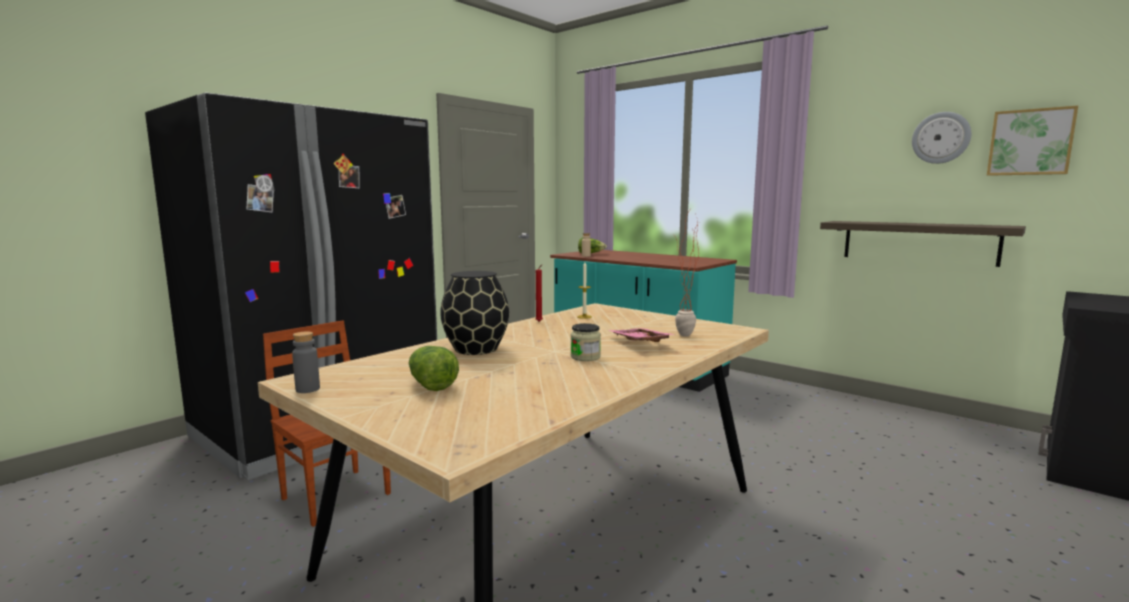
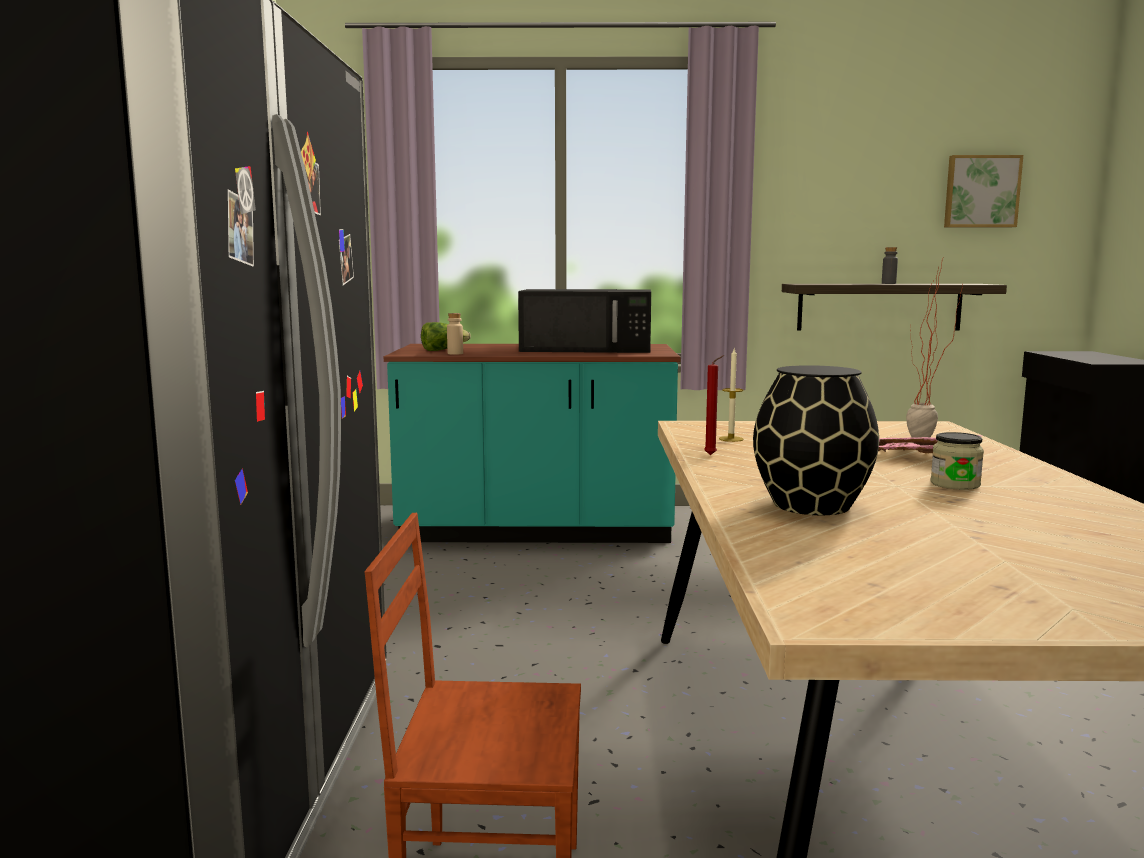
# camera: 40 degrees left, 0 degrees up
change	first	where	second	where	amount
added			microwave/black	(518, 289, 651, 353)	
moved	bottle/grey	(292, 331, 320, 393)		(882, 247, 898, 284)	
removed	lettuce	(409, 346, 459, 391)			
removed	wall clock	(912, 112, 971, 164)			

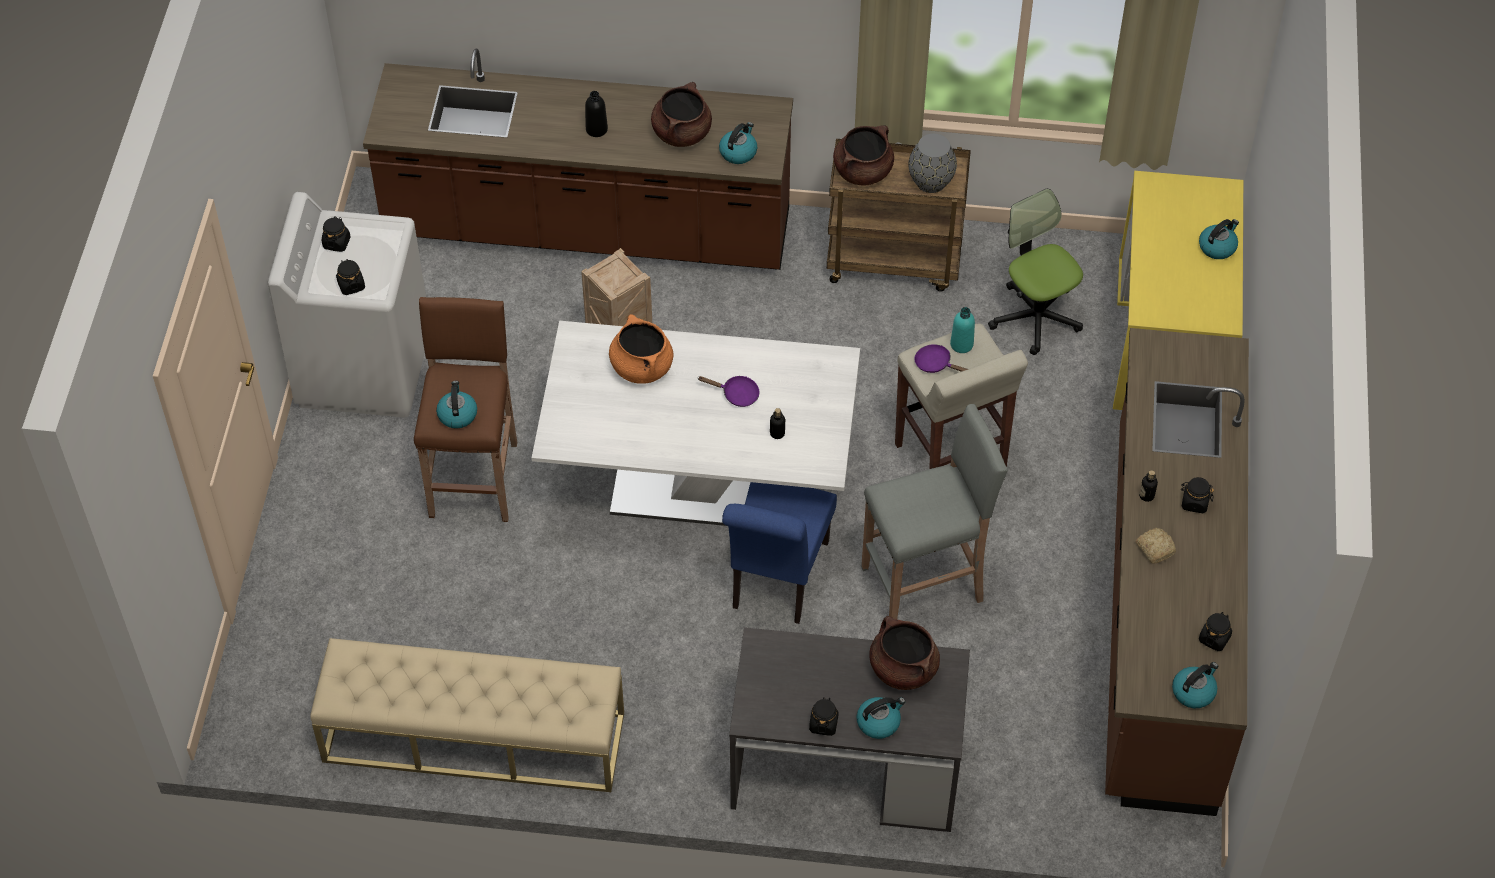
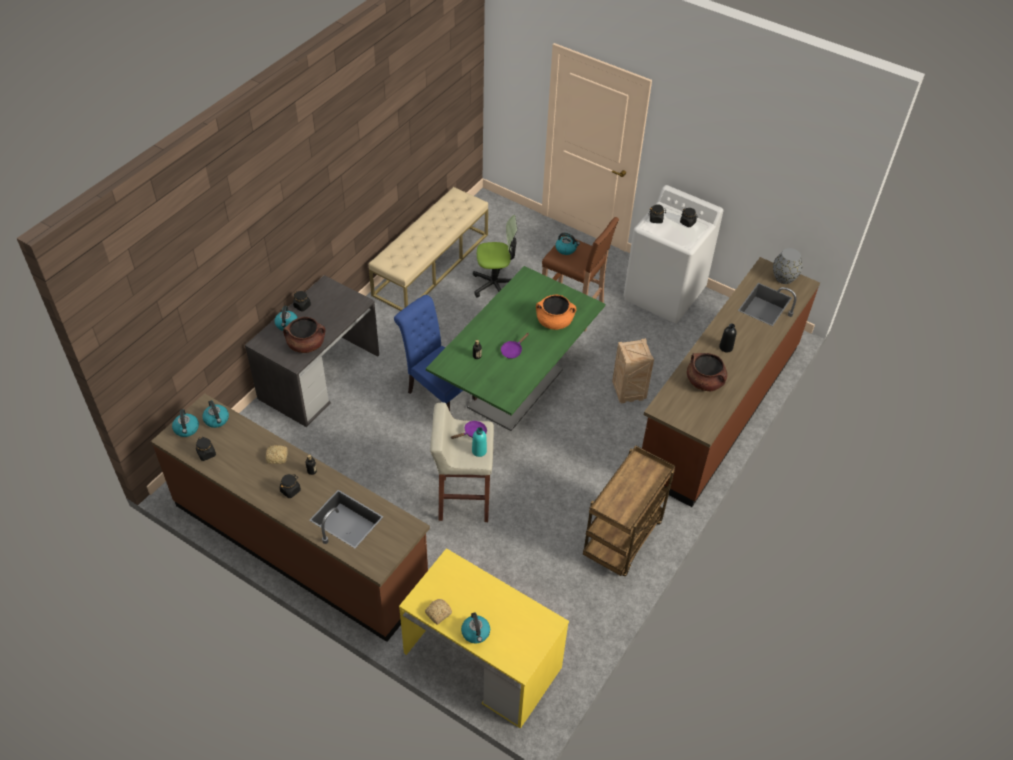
# camera: 115 degrees right, 5 degrees down
change	first	where	second	where	amount
moved	kettle	(719, 122, 757, 164)		(202, 400, 229, 428)	
added			bread	(425, 599, 452, 625)	
recoloured	dining table/white	(532, 321, 860, 526)	dining table/green	(426, 266, 605, 431)	
moved	office chair	(988, 189, 1083, 355)		(473, 215, 517, 297)	
moved	vase/grey	(909, 134, 957, 193)		(773, 248, 803, 284)	
removed	cooking pot/brown	(833, 126, 894, 185)			
removed	stool/grey	(861, 404, 1008, 620)			

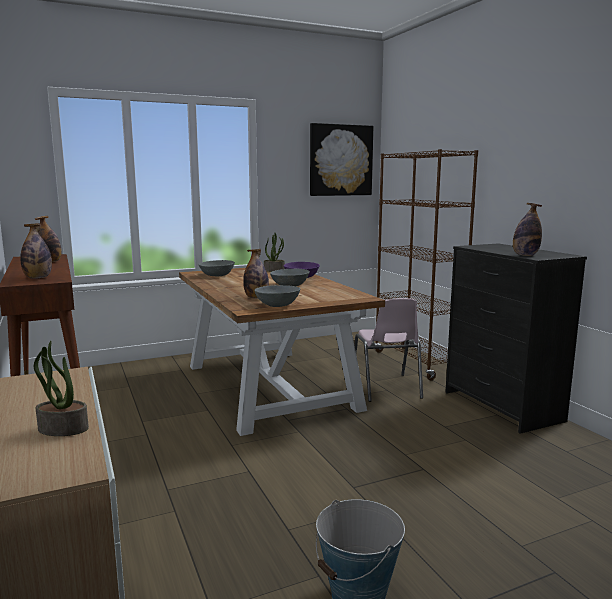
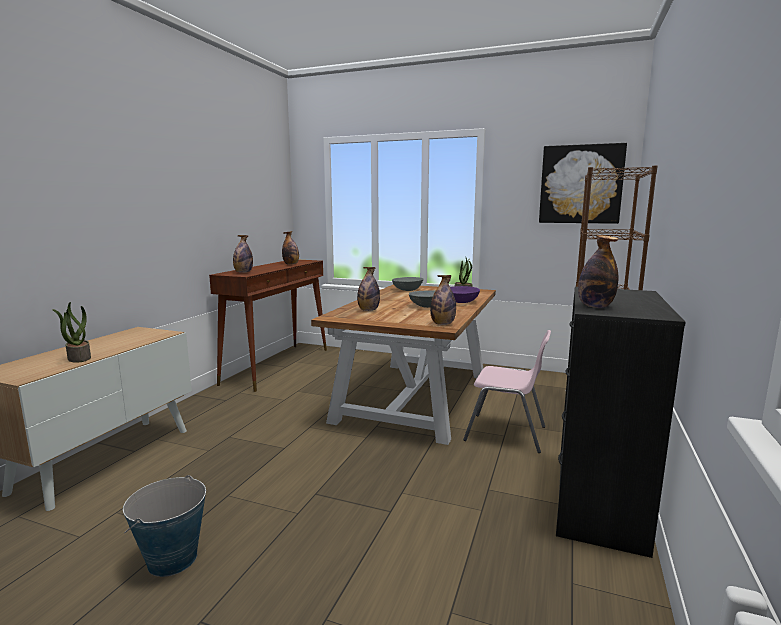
# camera: 45 degrees right, 0 degrees up
change	first	where	second	where	amount
added			bottle	(430, 275, 456, 325)	
turned	chair/pink	(354, 298, 423, 402)		(463, 330, 551, 453)	105 degrees counterclockwise
removed	bowl/grey	(254, 285, 300, 307)			

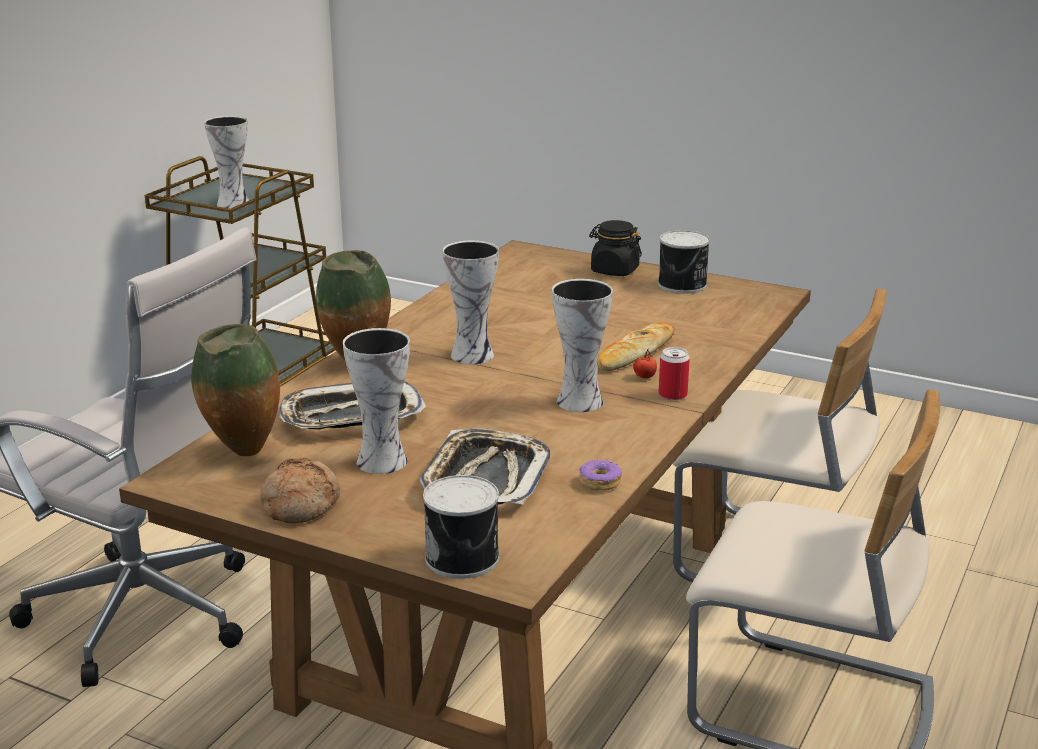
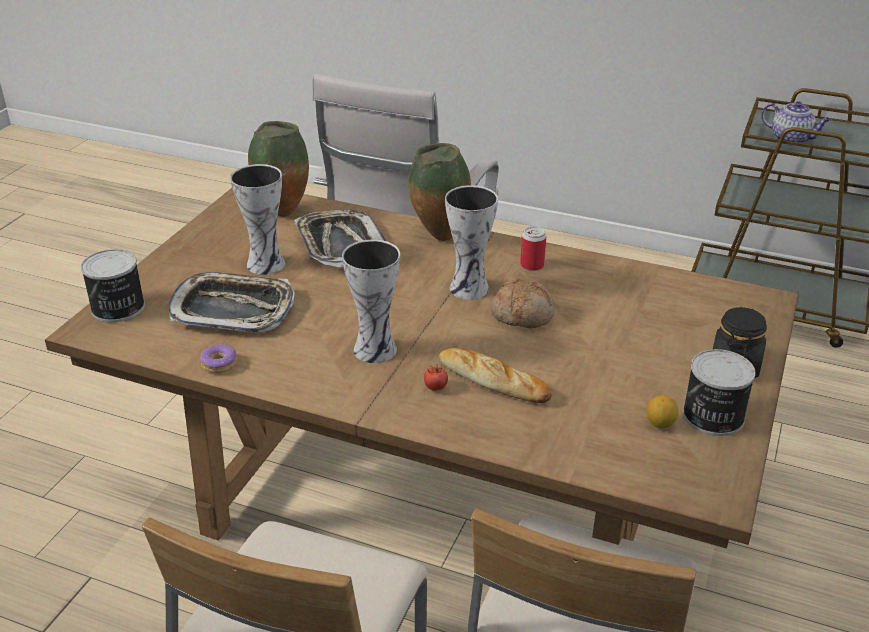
# camera: 85 degrees right, 10 degrees up
change	first	where	second	where	amount
moved	bread	(260, 458, 340, 523)		(491, 279, 555, 328)	
moved	can	(658, 347, 690, 400)		(520, 226, 546, 271)	
added			lemon	(647, 395, 678, 428)	
replaced	vase	(204, 116, 249, 209)	teapot	(761, 101, 831, 143)	

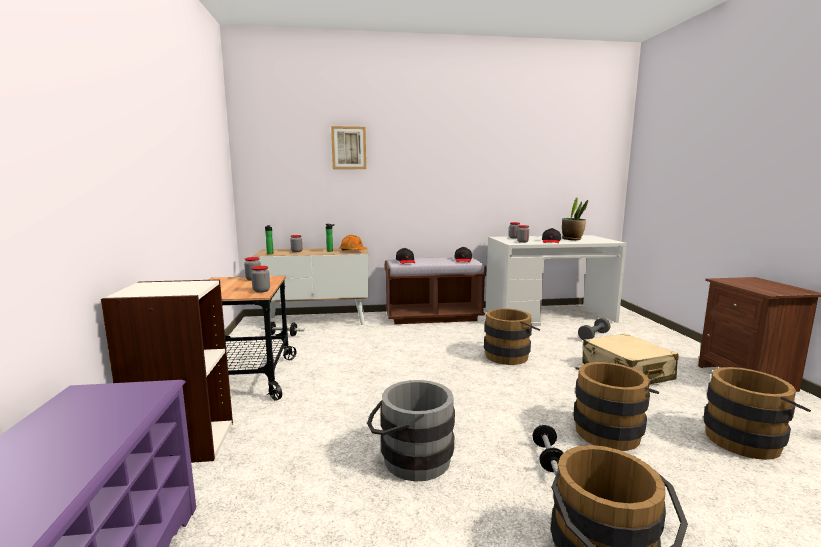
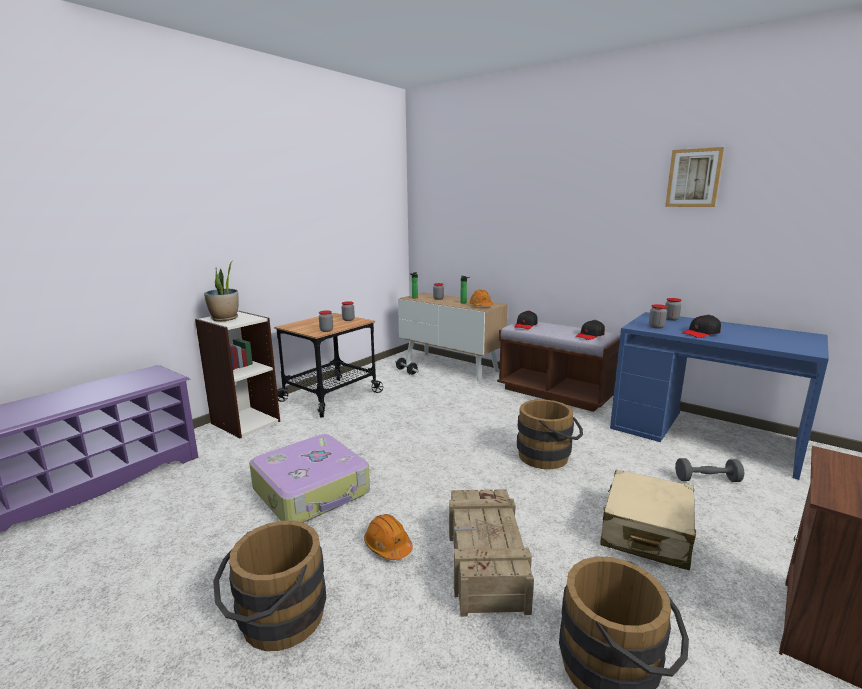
# camera: 45 degrees right, 5 degrees up
change	first	where	second	where	amount
moved	potted plant	(562, 197, 588, 240)		(204, 262, 239, 321)	
replaced	bucket/grey	(367, 380, 455, 481)	suitcase	(249, 434, 370, 523)	
replaced	dumbbell	(532, 424, 563, 475)	hard hat/orange	(364, 514, 413, 560)	
replaced	bucket/brown	(573, 362, 659, 451)	crate	(449, 489, 534, 617)	
recoloured	desk/white	(486, 235, 627, 326)	desk/blue	(610, 312, 829, 480)	
moved	picture	(331, 126, 366, 169)		(665, 147, 725, 207)	

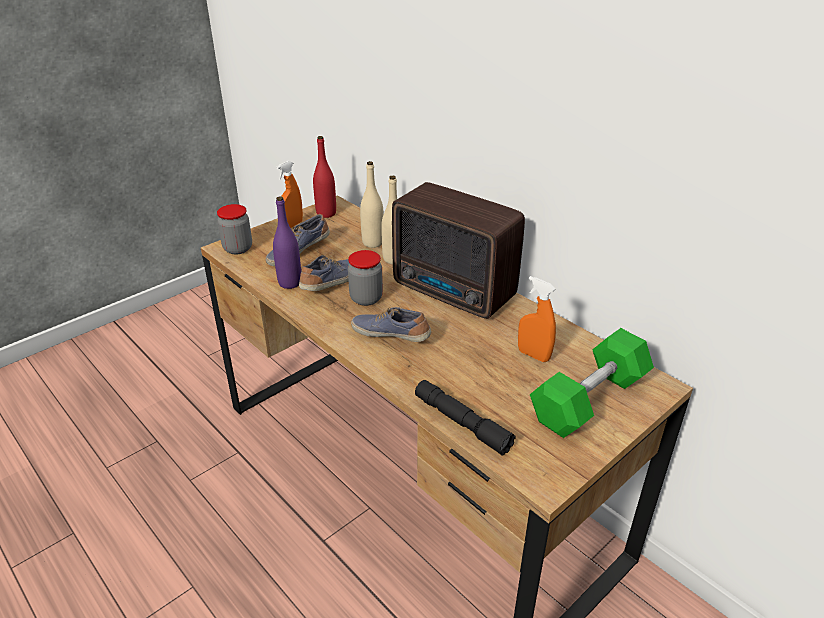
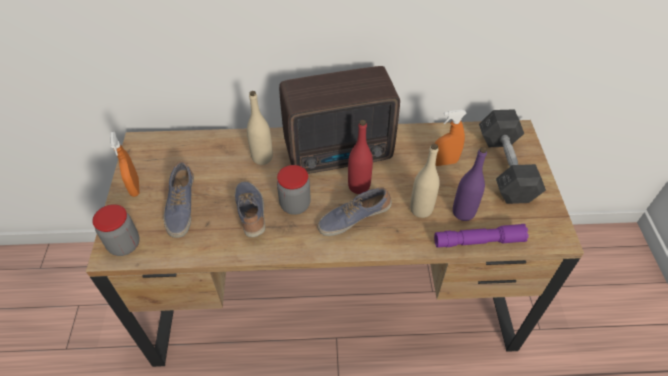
# camera: 50 degrees left, 15 degrees up
change	first	where	second	where	amount
moved	bottle/red	(313, 136, 336, 218)		(348, 120, 373, 194)	
moved	bottle/beige	(360, 161, 384, 248)		(410, 144, 440, 218)	
recoloured	flashlight/black	(415, 380, 516, 456)	flashlight/purple	(434, 224, 529, 248)	
moved	bottle/purple	(273, 197, 301, 289)		(453, 147, 487, 221)	
recoloured	dumbbell/green	(530, 328, 654, 438)	dumbbell/grey	(479, 109, 546, 204)	

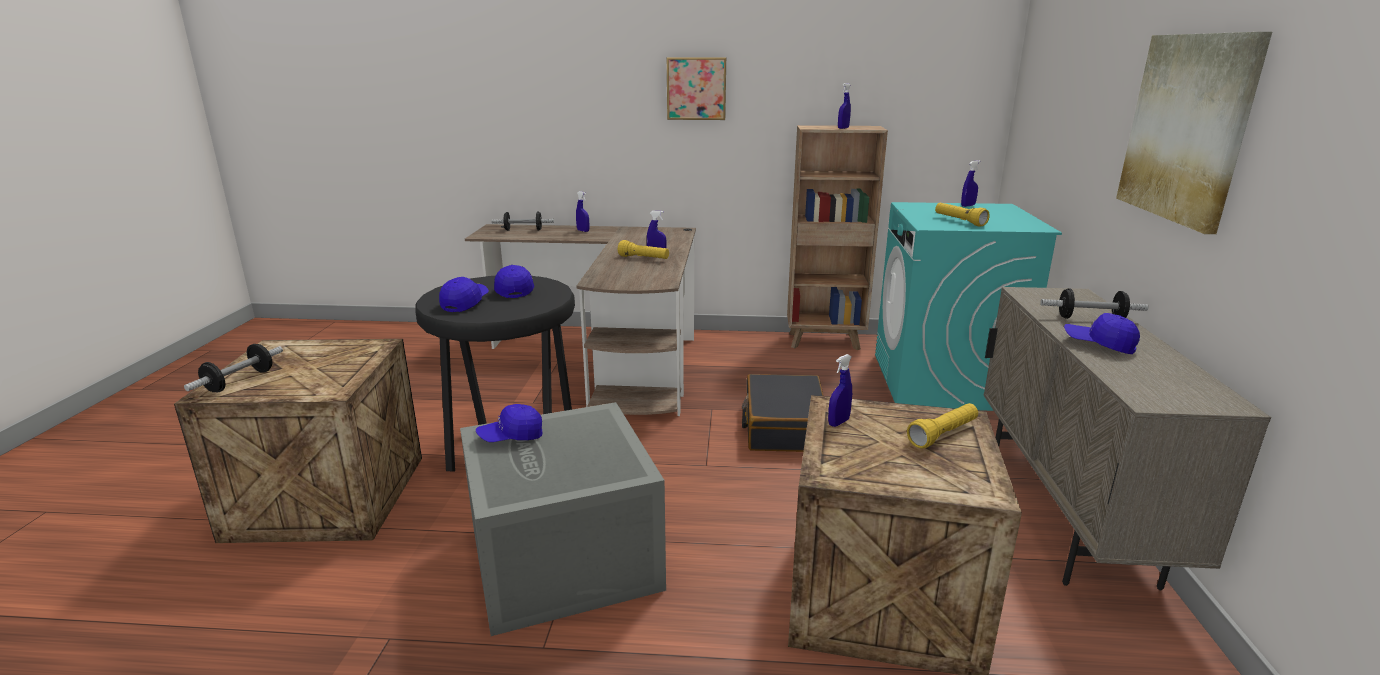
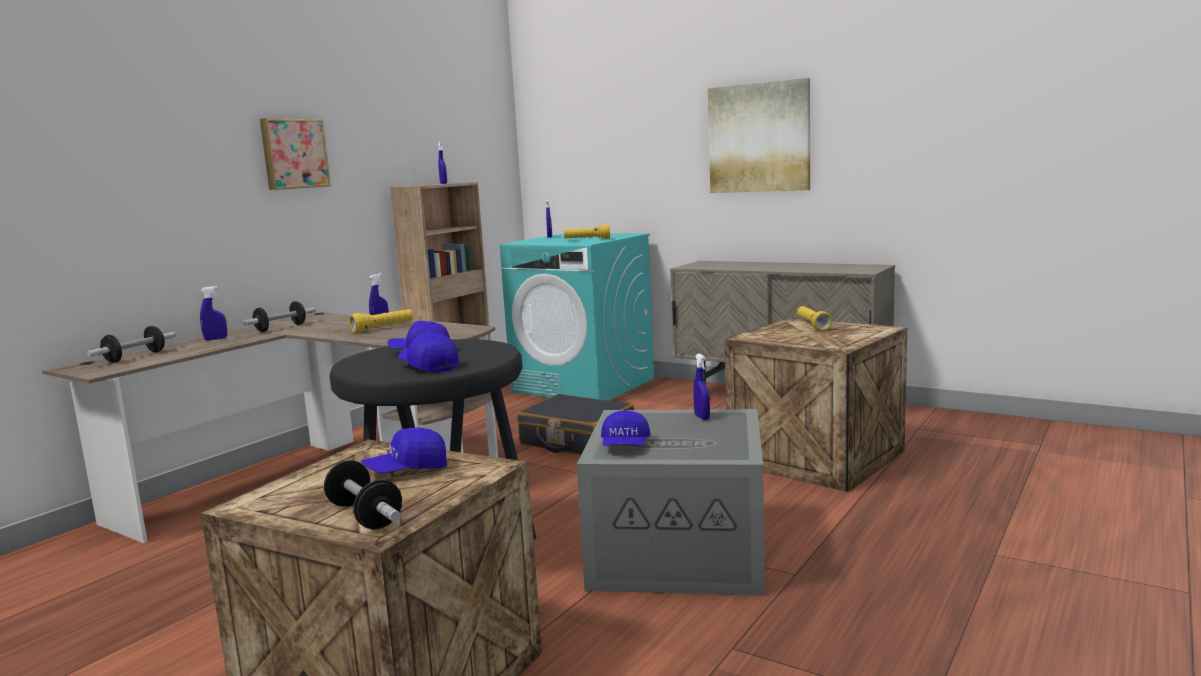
# camera: 60 degrees left, 10 degrees down
change	first	where	second	where	amount
moved	dumbbell	(1040, 289, 1148, 319)		(241, 301, 316, 332)	
moved	cap/blue	(1064, 313, 1140, 354)		(361, 427, 447, 473)	
moved	spray bottle/blue	(828, 354, 852, 427)		(693, 354, 710, 420)	

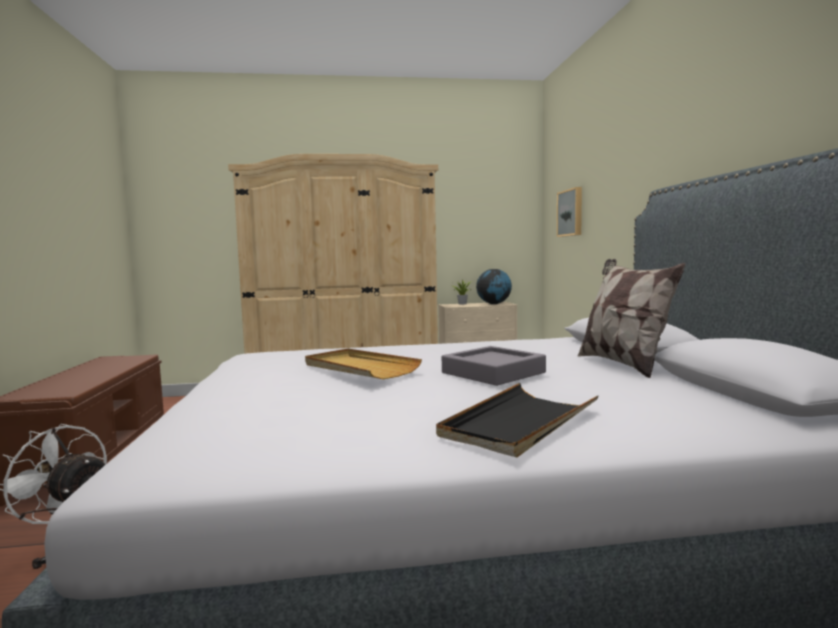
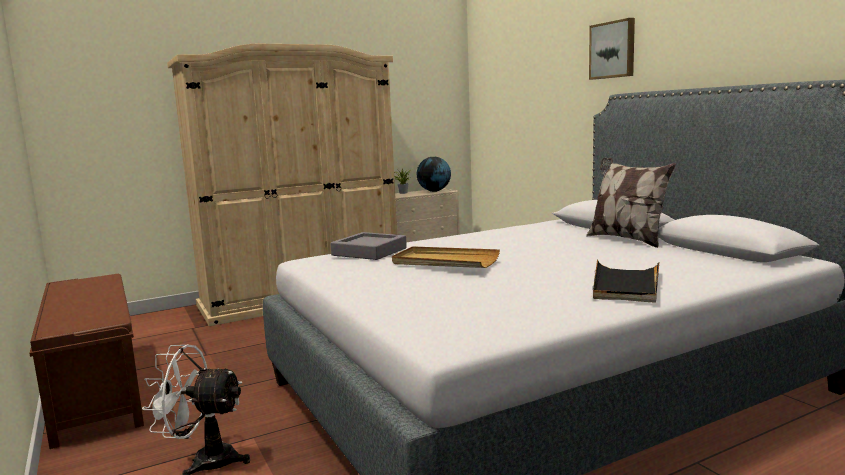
# camera: 20 degrees left, 5 degrees up
change	first	where	second	where	amount
moved	tray/grey	(442, 346, 546, 386)		(331, 232, 407, 260)	
moved	picture	(557, 187, 582, 237)		(589, 18, 635, 80)	

